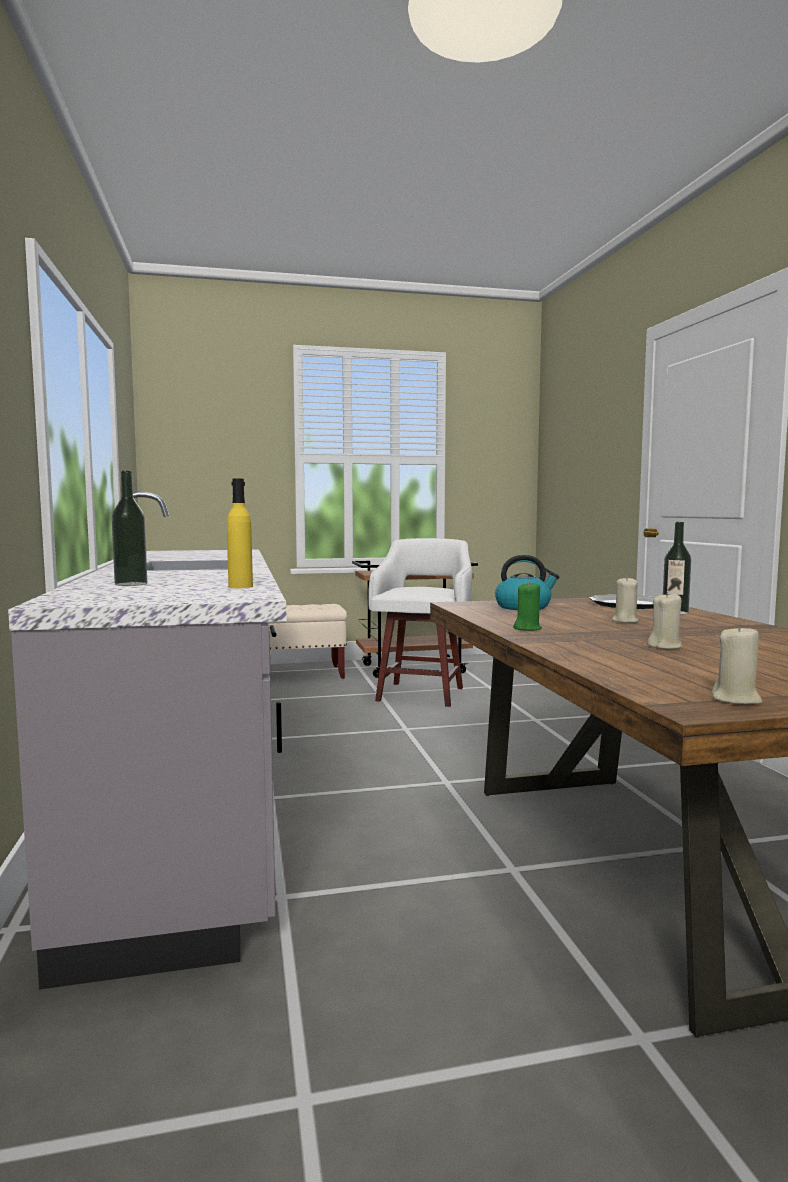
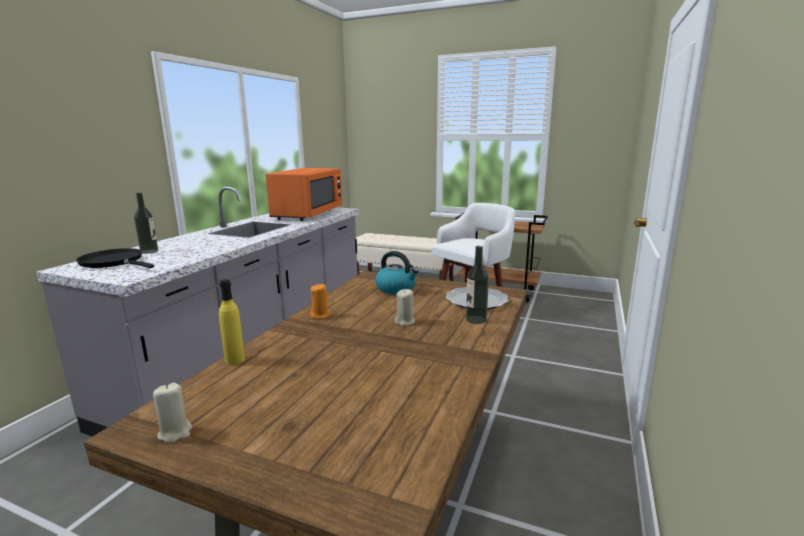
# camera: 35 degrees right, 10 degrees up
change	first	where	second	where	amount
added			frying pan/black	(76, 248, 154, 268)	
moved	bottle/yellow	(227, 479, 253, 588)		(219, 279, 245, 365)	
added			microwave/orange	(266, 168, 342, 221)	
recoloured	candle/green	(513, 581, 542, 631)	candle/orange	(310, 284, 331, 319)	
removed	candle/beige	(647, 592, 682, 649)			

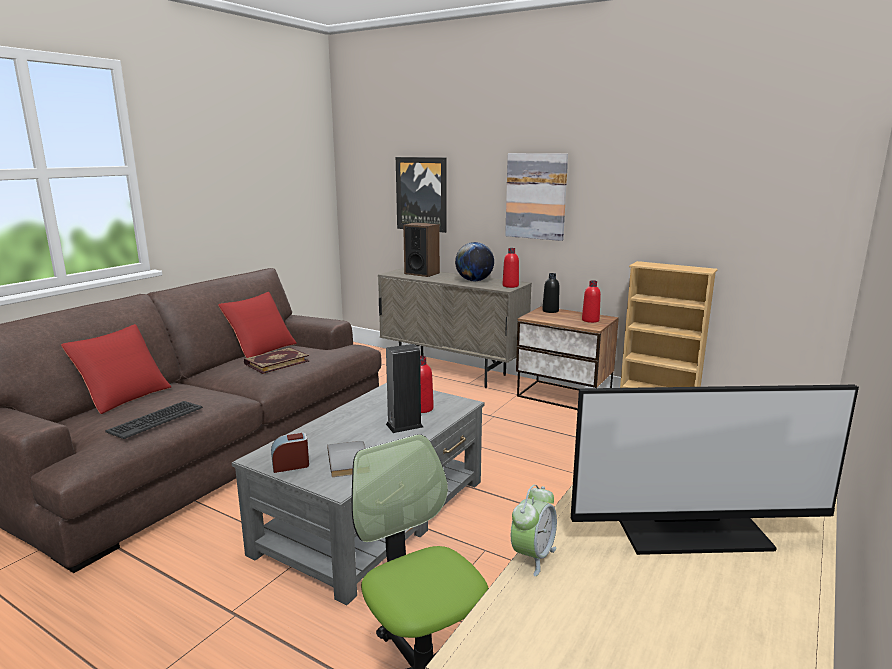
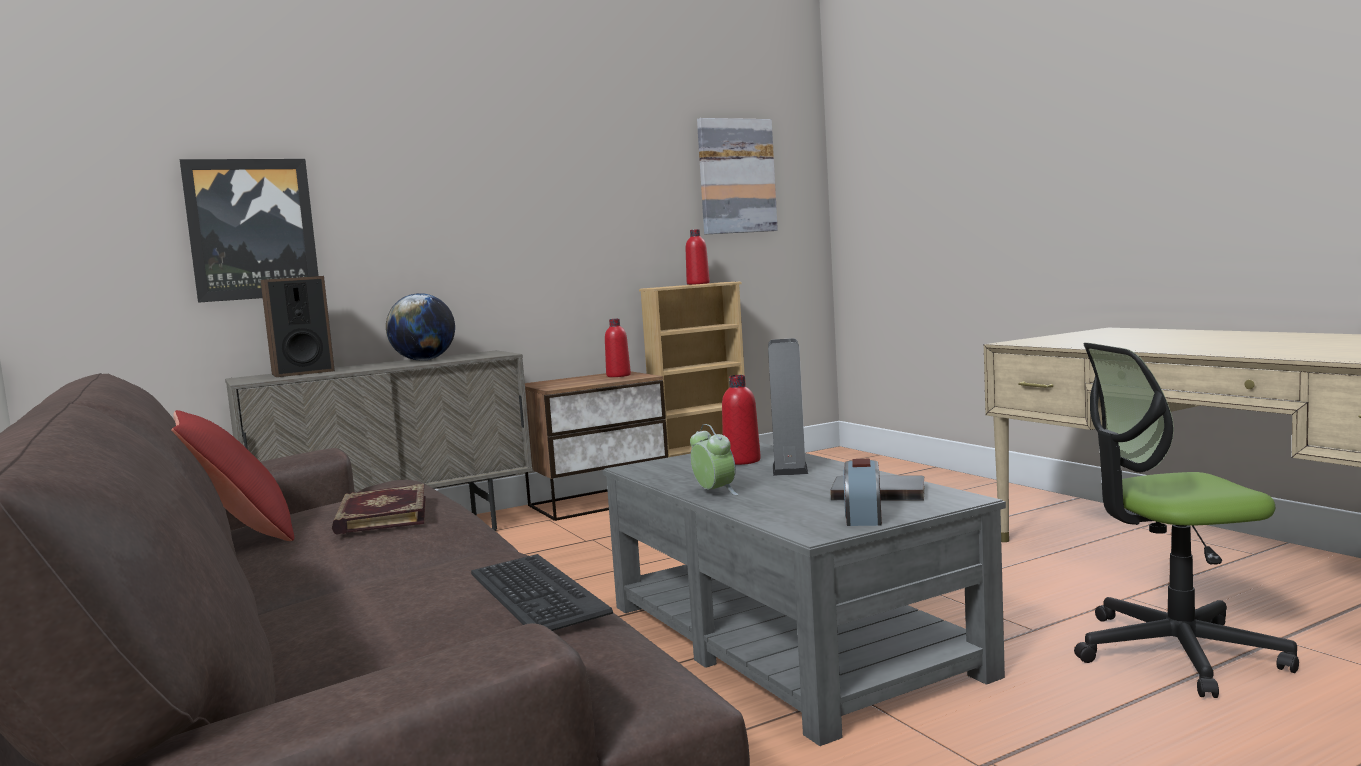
# camera: 60 degrees left, 10 degrees down
change	first	where	second	where	amount
moved	bottle/red	(503, 248, 519, 288)		(686, 229, 710, 285)	
moved	alarm clock	(511, 485, 557, 576)		(690, 424, 738, 495)	
moved	picture	(505, 153, 568, 241)		(697, 118, 778, 234)	
removed	pillow/red	(61, 324, 171, 414)			
removed	bottle/black	(542, 273, 560, 313)			
removed	monitor	(571, 385, 859, 555)			

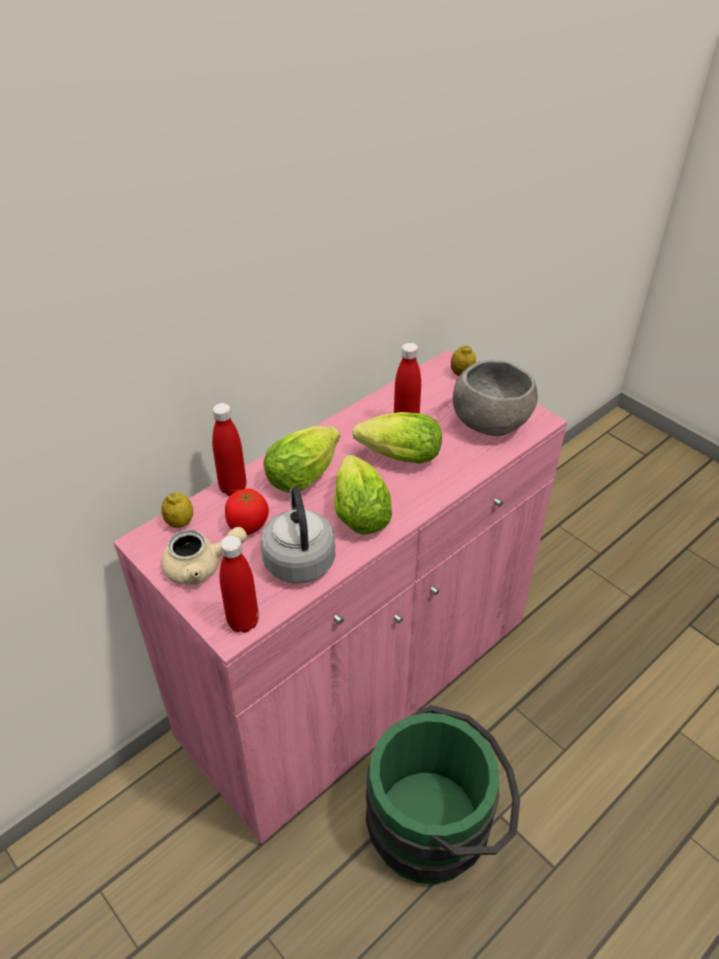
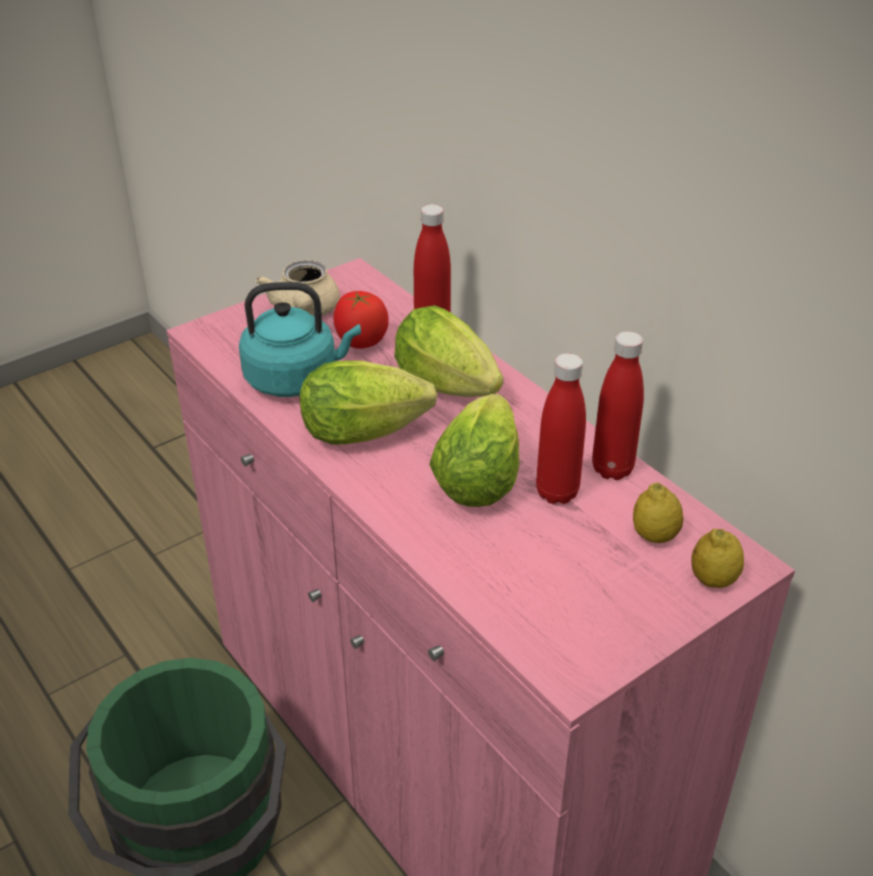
# camera: 95 degrees right, 5 degrees down
change	first	where	second	where	amount
recoloured	kettle/grey	(261, 487, 335, 583)	kettle/turquoise	(239, 282, 361, 397)	
moved	bottle/red	(220, 535, 259, 633)		(592, 331, 644, 480)	
moved	lemon	(161, 492, 193, 528)		(633, 482, 684, 543)	
removed	bowl/grey	(453, 360, 538, 436)			

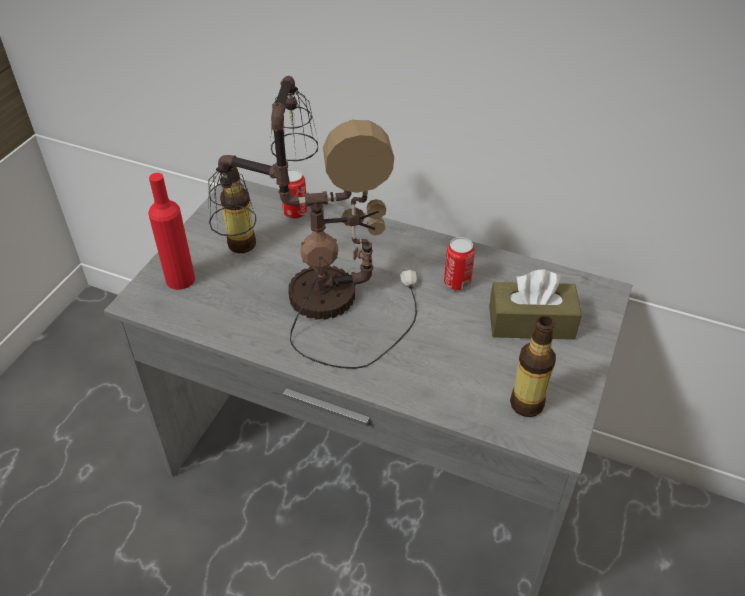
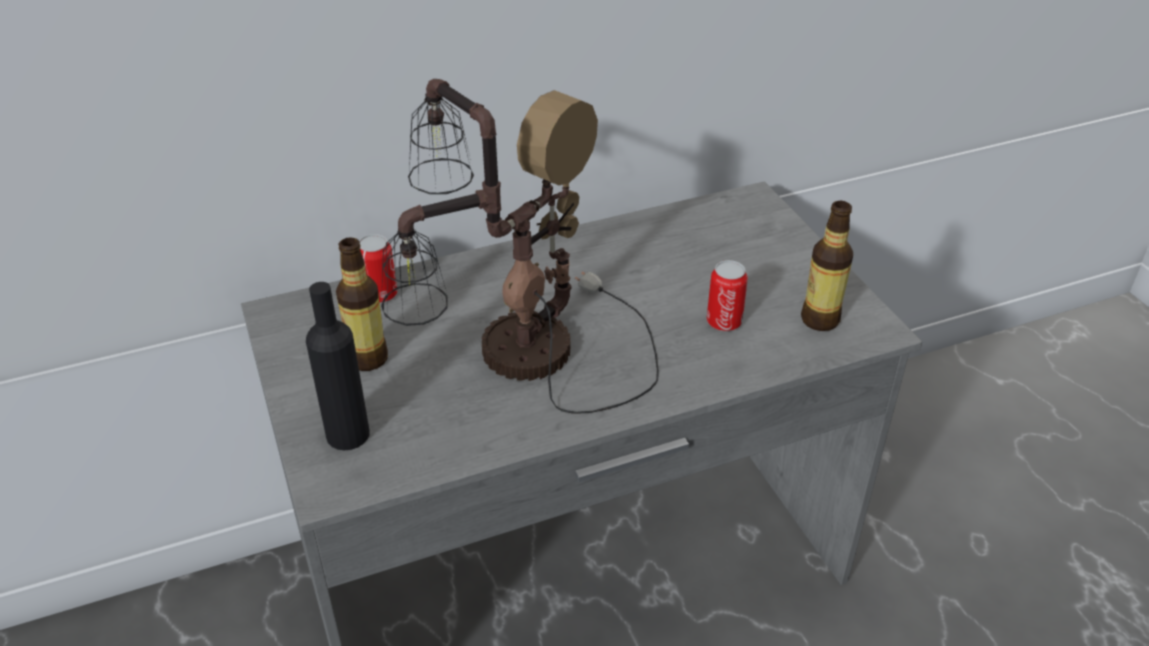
# camera: 45 degrees left, 5 degrees down
change	first	where	second	where	amount
recoloured	bottle/red	(148, 173, 195, 290)	bottle/black	(306, 282, 370, 450)	
moved	can	(444, 237, 475, 290)		(707, 260, 748, 331)	
removed	tissue box/brown	(489, 269, 582, 340)			

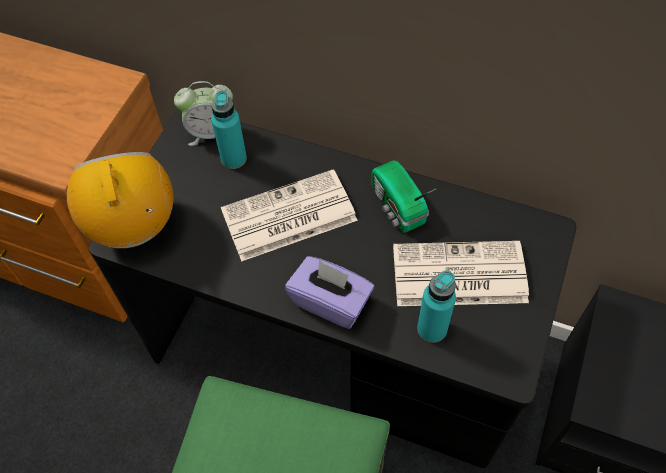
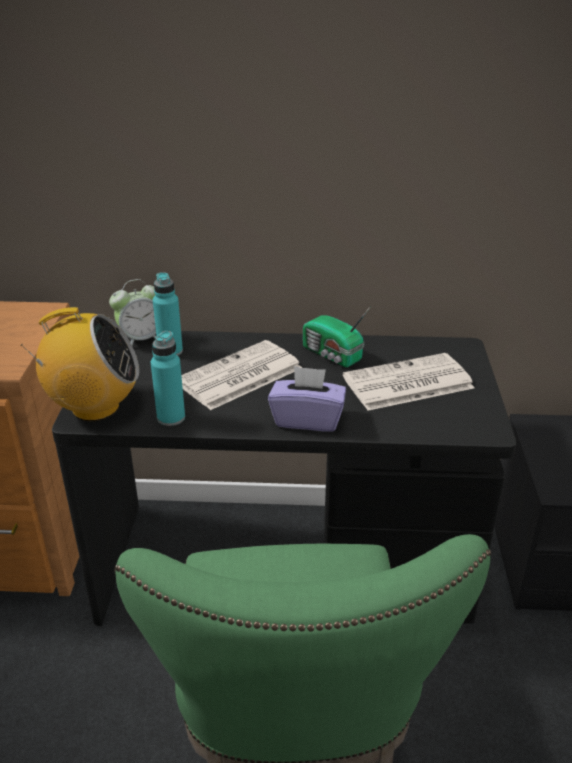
# camera: 20 degrees left, 25 degrees down
change	first	where	second	where	amount
turned	radio	(67, 152, 173, 248)		(20, 307, 139, 421)	120 degrees clockwise
moved	bottle/turquoise	(417, 270, 456, 343)		(151, 331, 185, 426)	

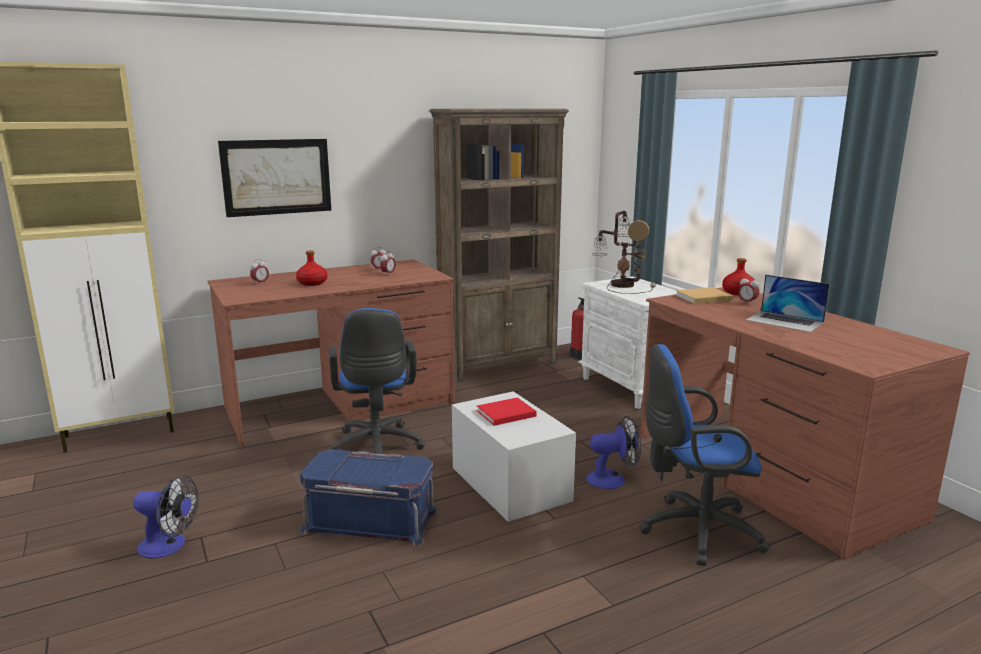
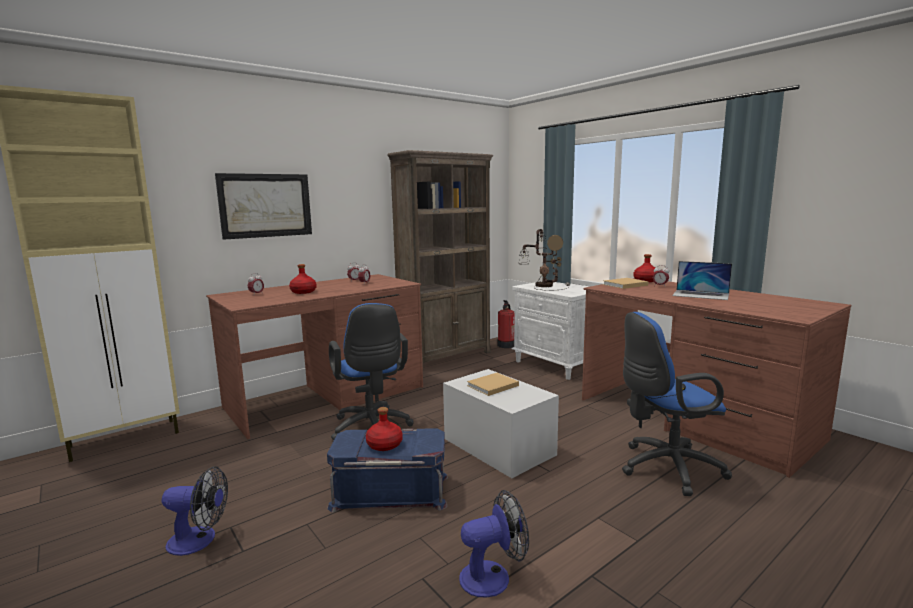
# camera: 10 degrees left, 5 degrees down
change	first	where	second	where	amount
added			bottle/red	(366, 407, 403, 451)	
moved	fan	(587, 416, 641, 489)		(459, 490, 529, 597)	
recoloured	book/red	(477, 397, 536, 426)	book/beige	(467, 373, 519, 396)	

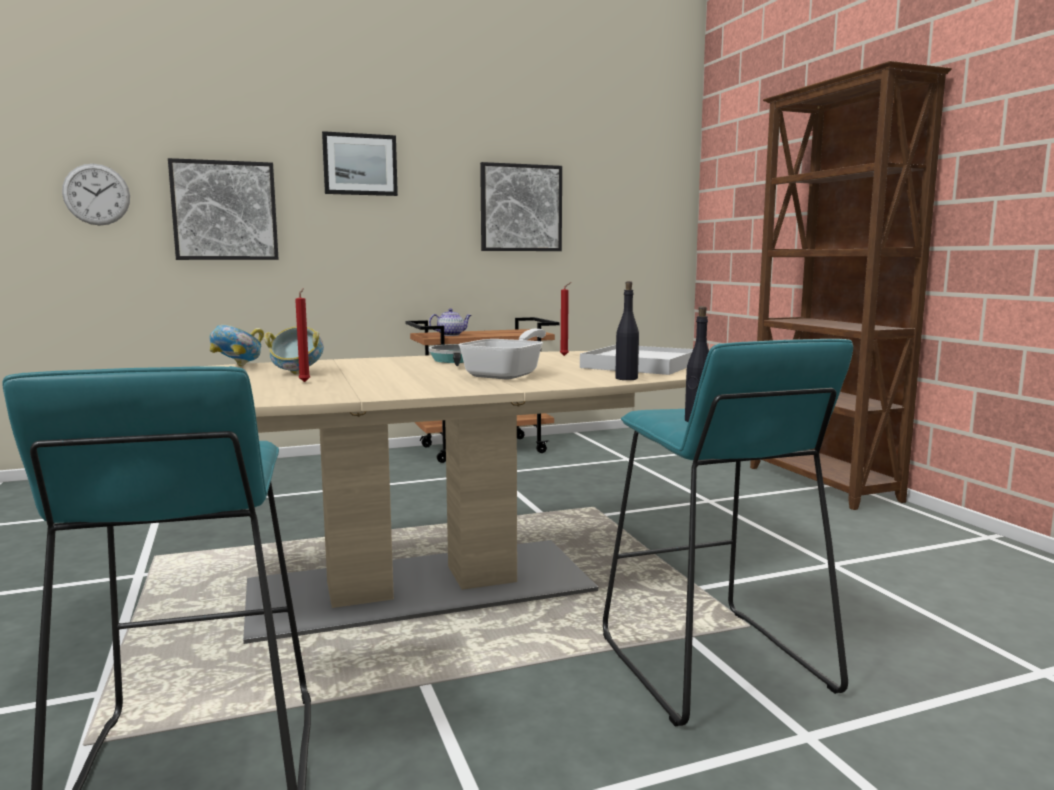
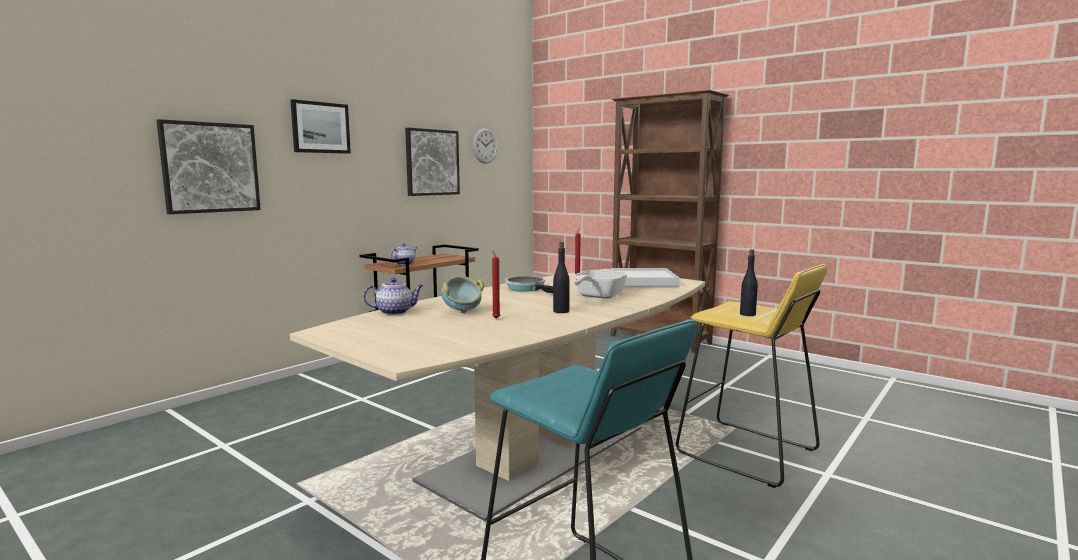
# camera: 30 degrees left, 0 degrees up
change	first	where	second	where	amount
replaced	bowl	(209, 325, 264, 366)	teapot	(363, 278, 423, 315)	
moved	wall clock	(62, 164, 130, 226)		(473, 128, 497, 164)	
moved	bottle/black	(615, 281, 639, 380)		(553, 242, 570, 313)	
turned	frying pan	(459, 329, 546, 380)		(573, 270, 628, 299)	150 degrees counterclockwise
recoloured	stool/turquoise	(603, 339, 853, 726)	stool/yellow	(676, 264, 828, 488)	

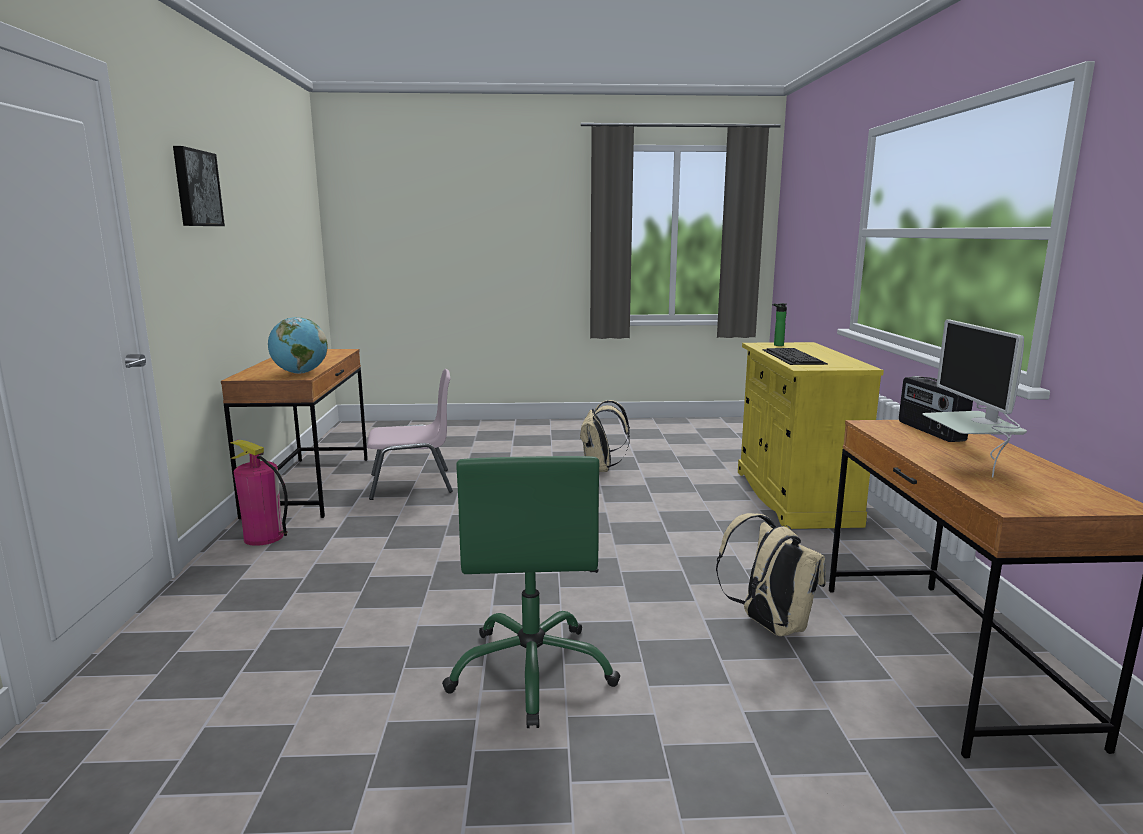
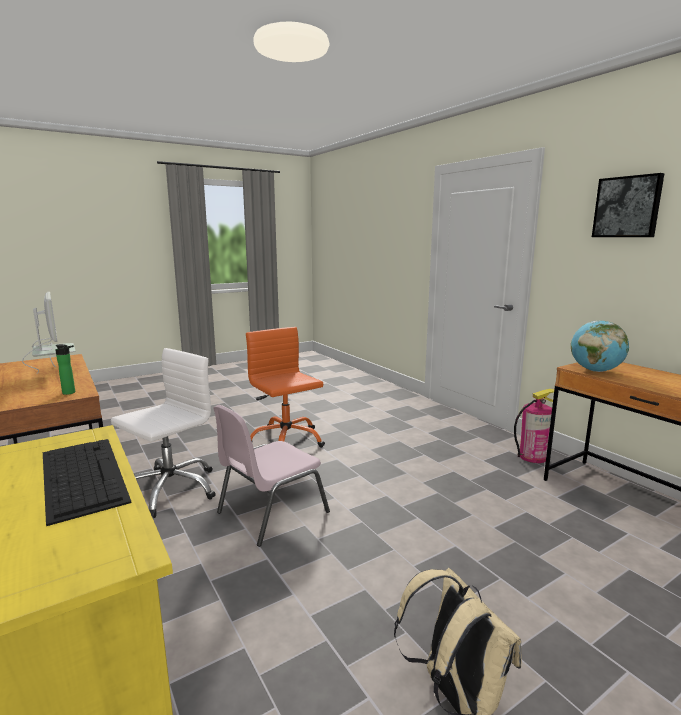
# camera: 150 degrees right, 0 degrees up
change	first	where	second	where	amount
moved	bottle	(773, 303, 787, 346)		(56, 344, 75, 395)	
replaced	backpack/beige	(716, 513, 826, 636)	office chair/white	(111, 348, 215, 518)	
moved	chair/pink	(367, 369, 453, 500)		(213, 405, 330, 547)	
recoloured	office chair/green	(442, 456, 620, 728)	office chair/orange	(246, 327, 325, 448)	
removed	radio	(899, 376, 973, 442)			

